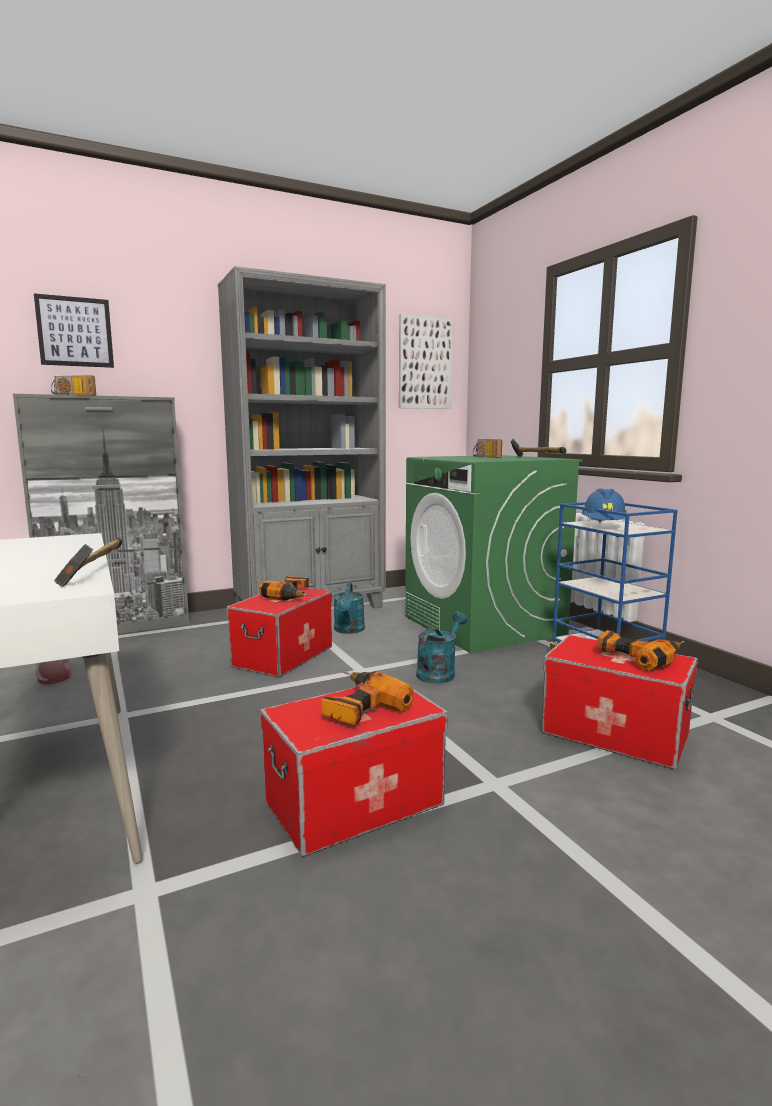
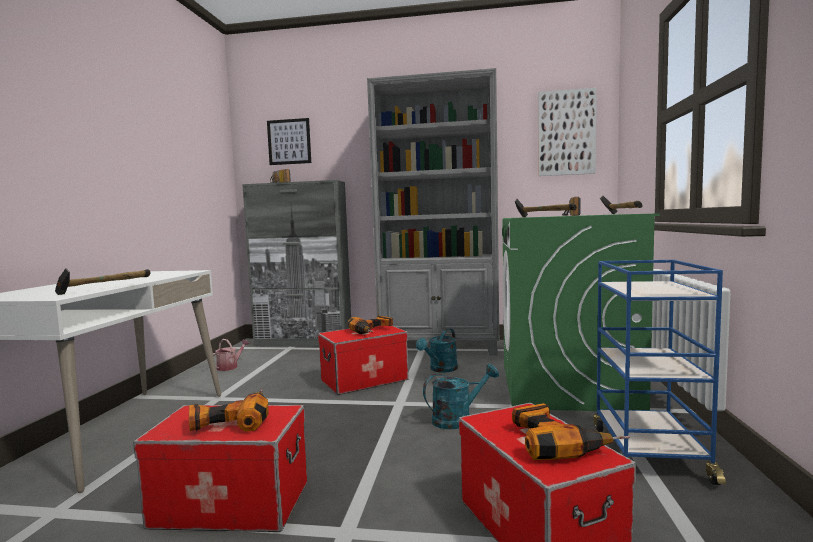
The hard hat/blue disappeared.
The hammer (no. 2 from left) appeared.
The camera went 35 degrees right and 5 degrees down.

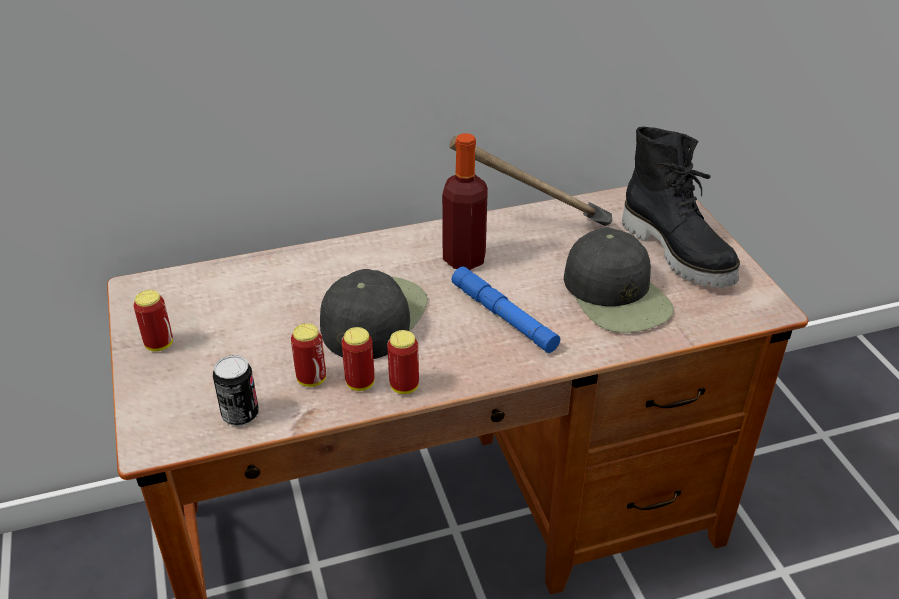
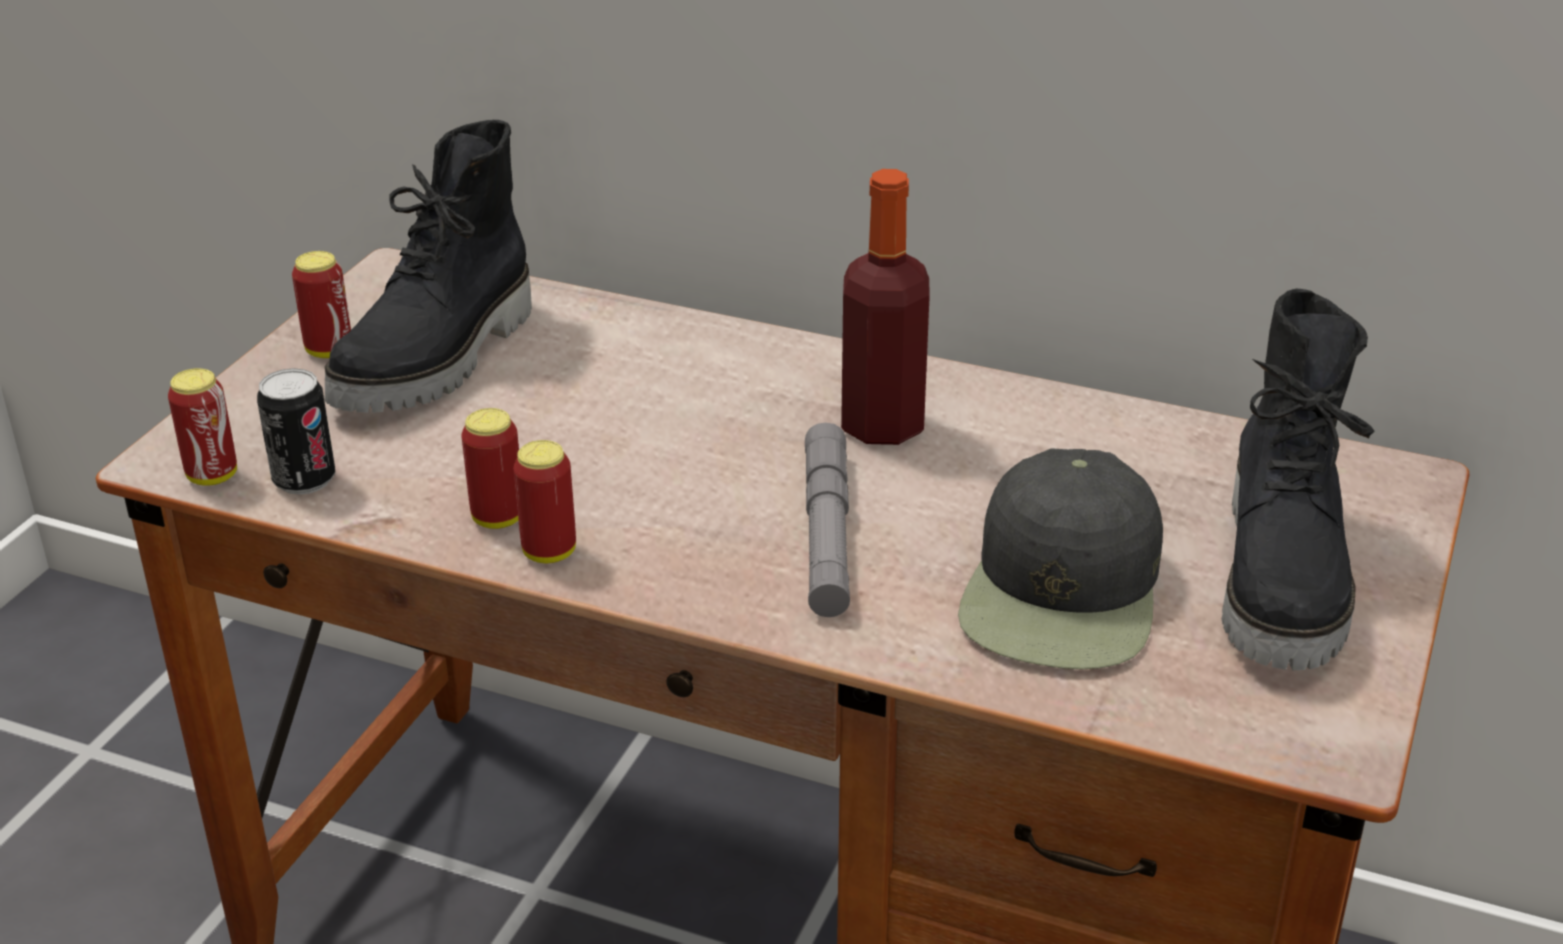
The peaked cap/black-coloured (no. 1 from left) disappeared.
The hammer disappeared.
The boot/black-coloured (no. 1 from left) appeared.
The can (no. 3 from left in the first image) moved.
The hand torch/blue became the hand torch/grey.
The camera went 40 degrees right and 5 degrees down.

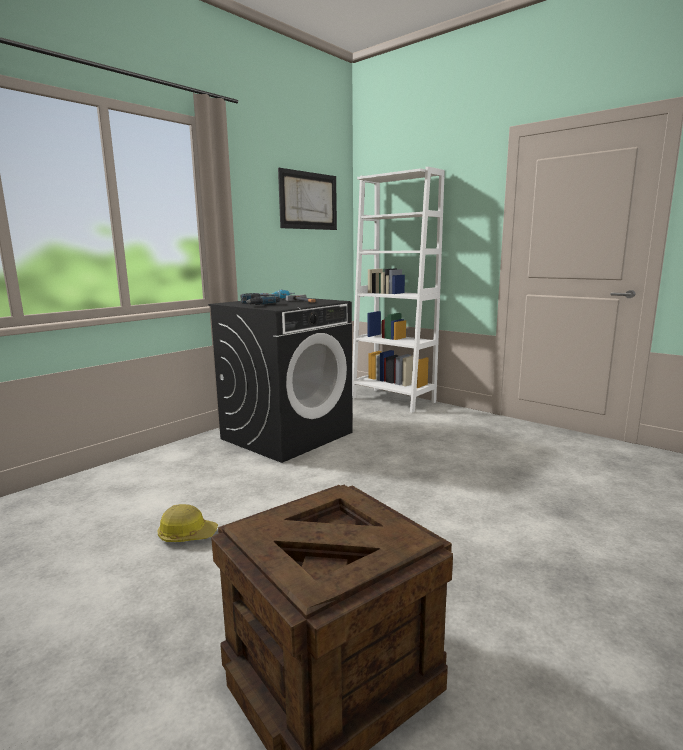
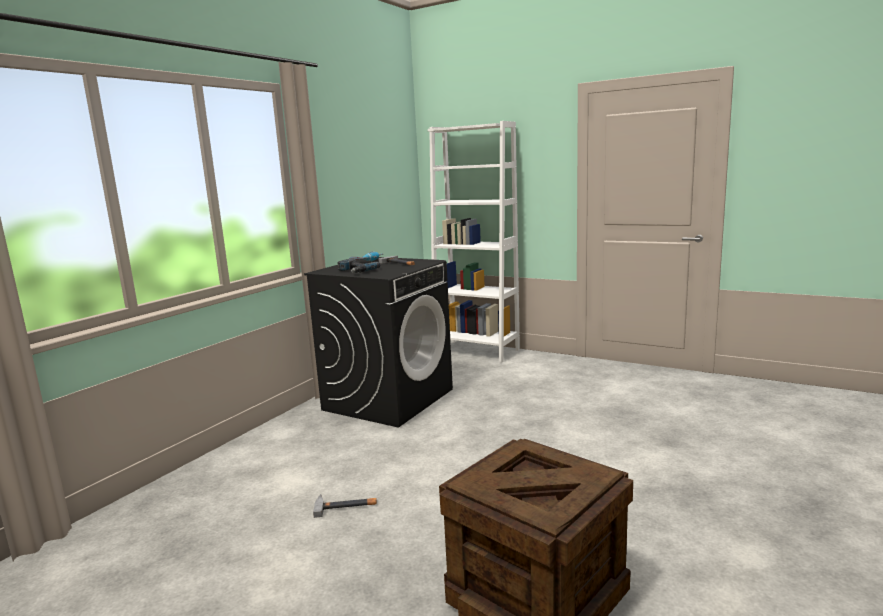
The wall picture disappeared.
The hard hat was replaced by the hammer (no. 1 from left).
The camera went 10 degrees left and 0 degrees up.

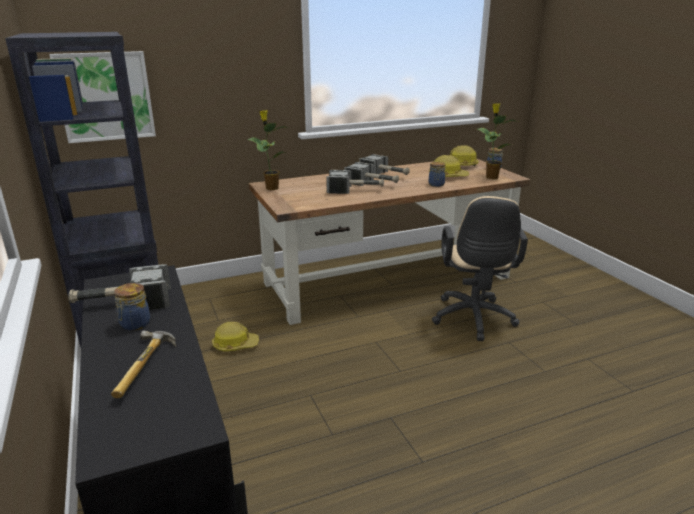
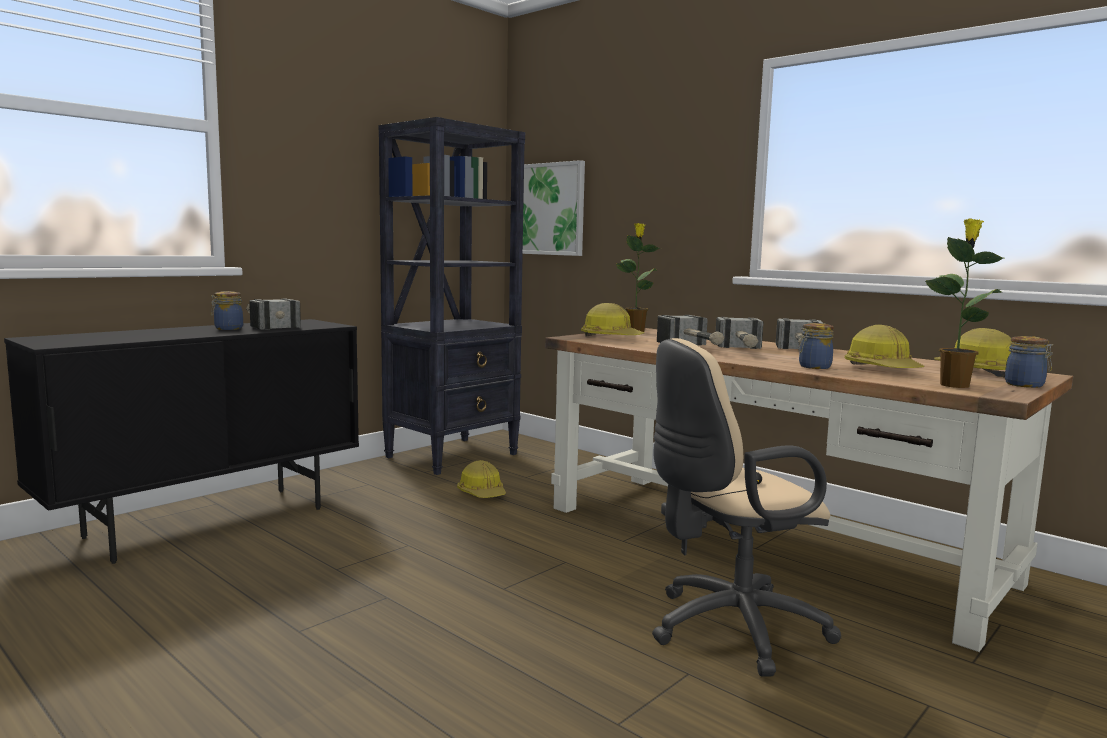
The hammer (no. 2 from left) disappeared.
The hard hat (no. 2 from left) appeared.
The camera went 65 degrees right and 15 degrees down.

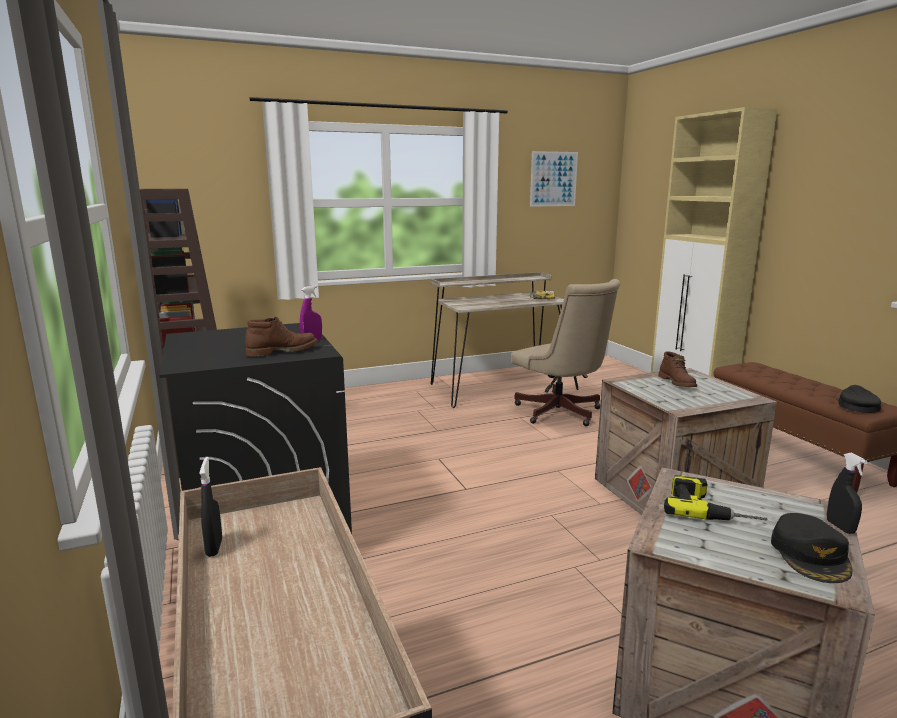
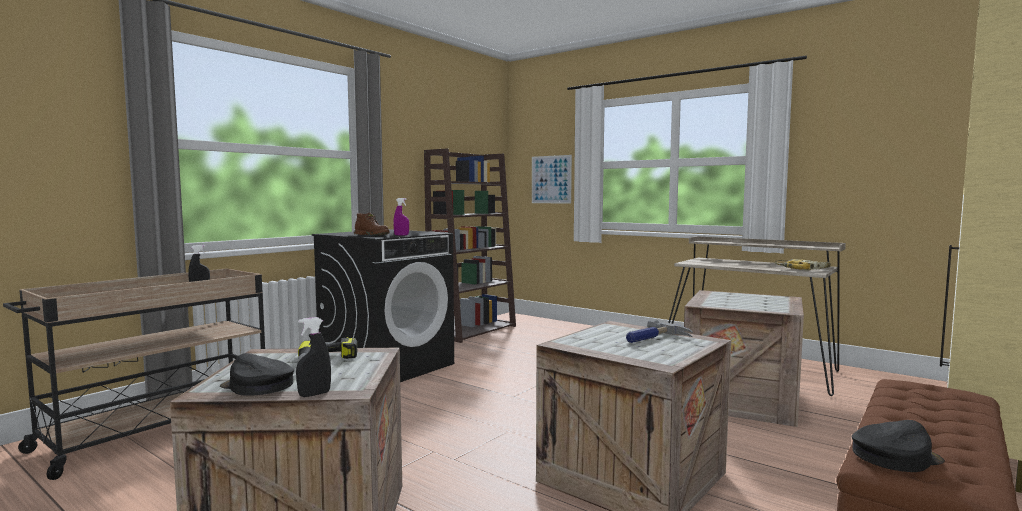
The wall picture moved.
The desk chair/sand-coloured was replaced by the packing crate (no. 3 from left).
The boot/brown-coloured (no. 2 from left) was replaced by the hammer.
The peaked cap/black-coloured (no. 1 from left) turned 45 degrees clockwise.
The camera went 60 degrees right and 10 degrees down.

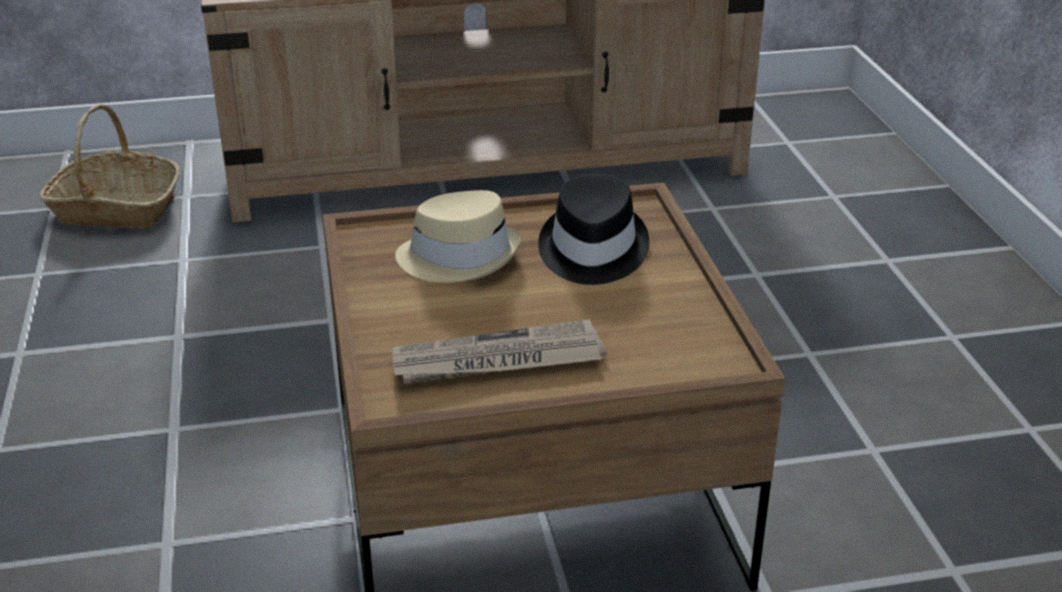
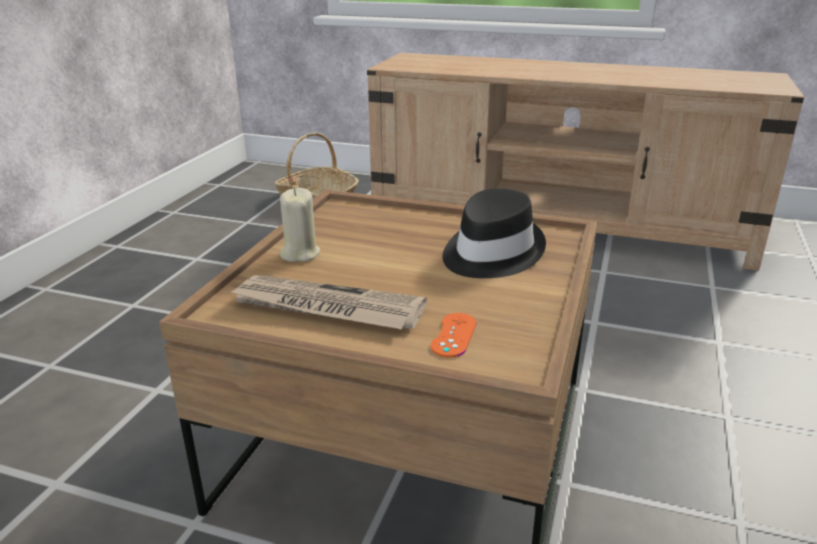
The wearable hat/sand-coloured disappeared.
The candle/sand-coloured appeared.
The joypad/orange appeared.
The camera went 30 degrees right and 5 degrees down.

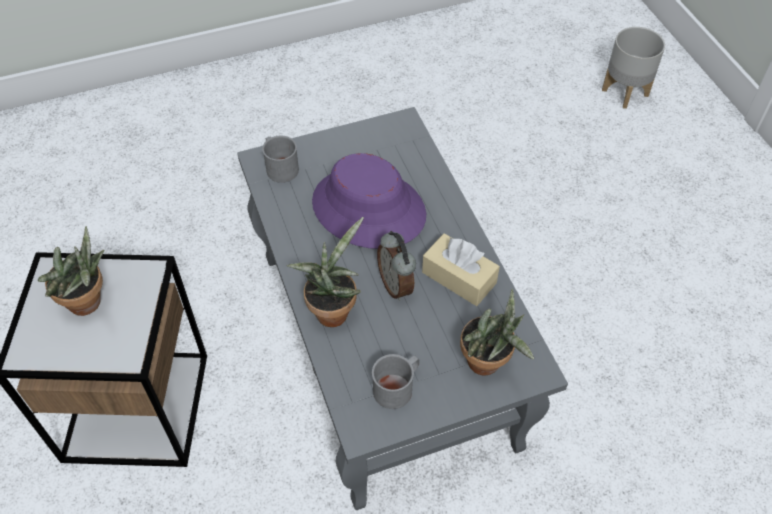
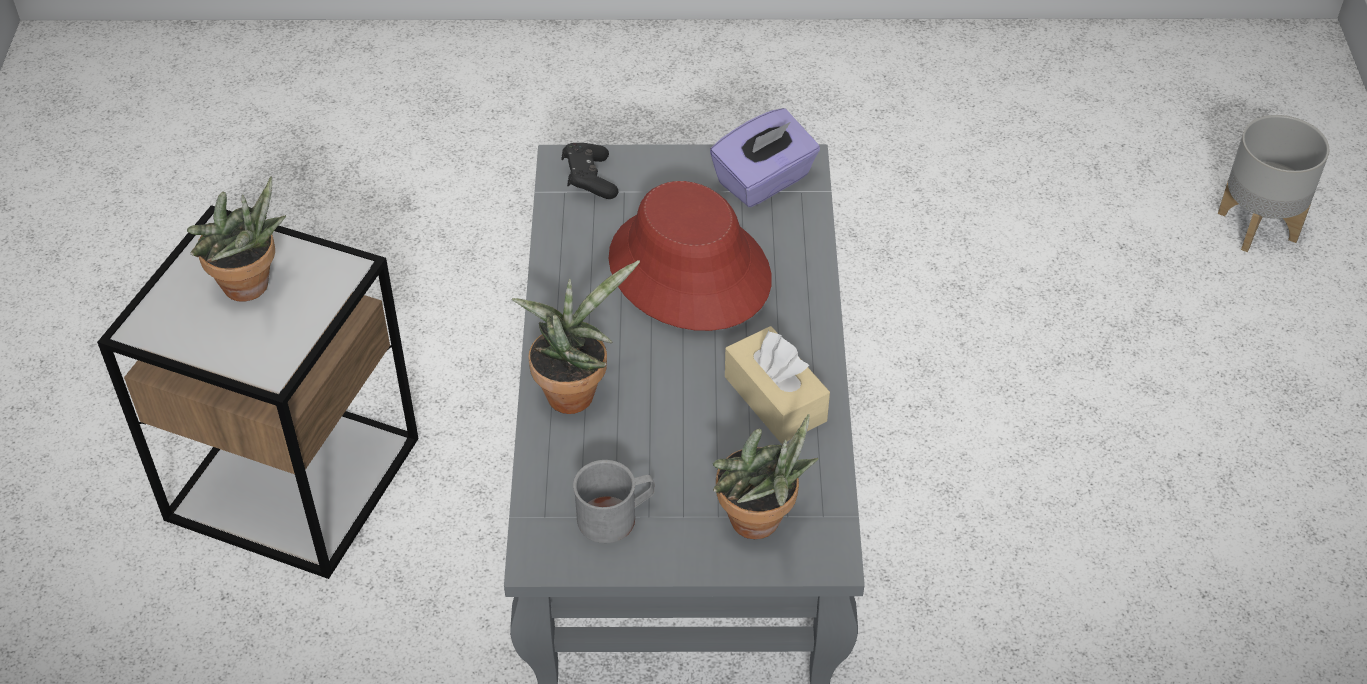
The alarm clock disappeared.
The box of tissues/purple appeared.
The coffee mug/grey (no. 1 from left) was replaced by the joypad/black-coloured.
The wearable hat/purple became the wearable hat/reddish.
The camera went 20 degrees right and 5 degrees down.

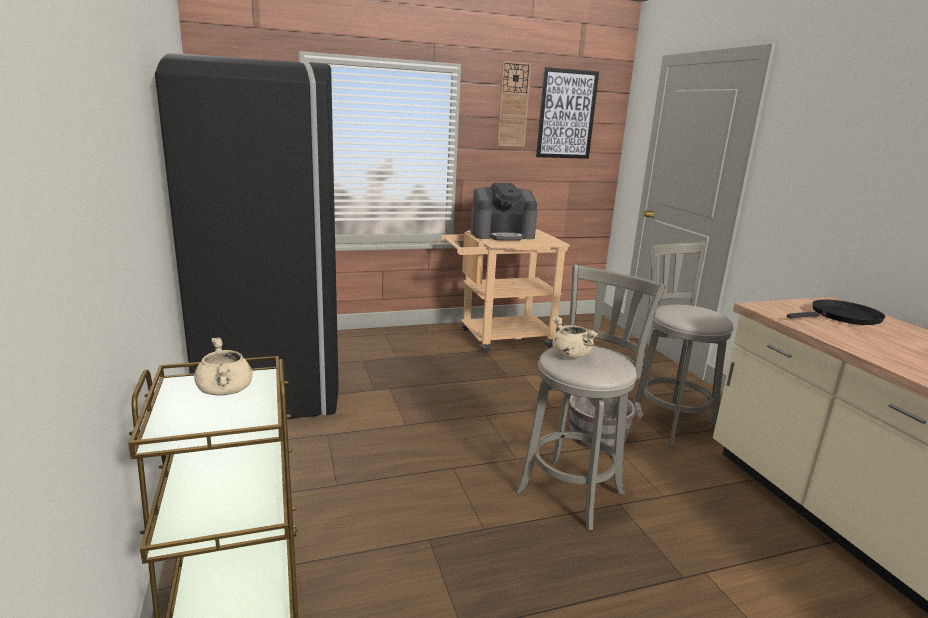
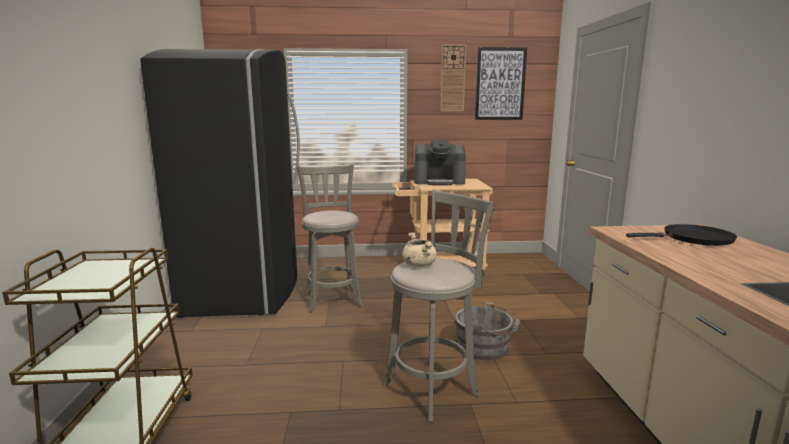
The cooking pot/sand-coloured (no. 1 from left) disappeared.
The stool/grey (no. 2 from left in the first image) moved.
The camera went 15 degrees right and 5 degrees down.

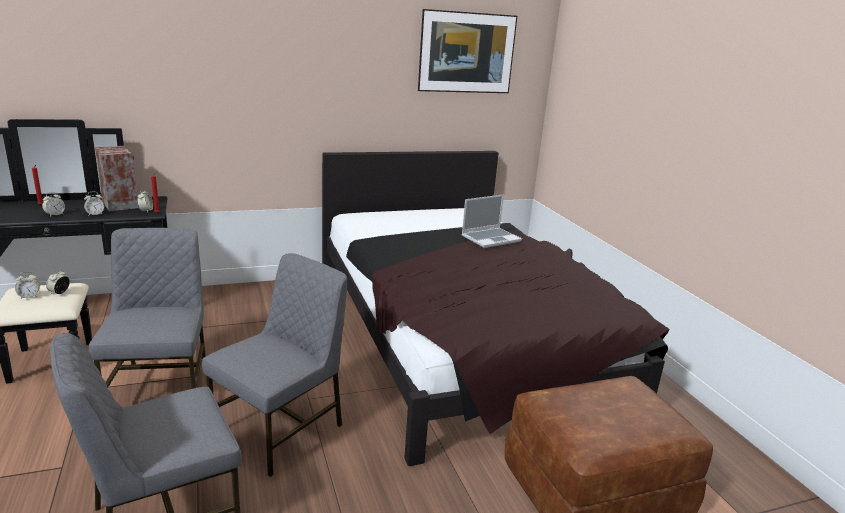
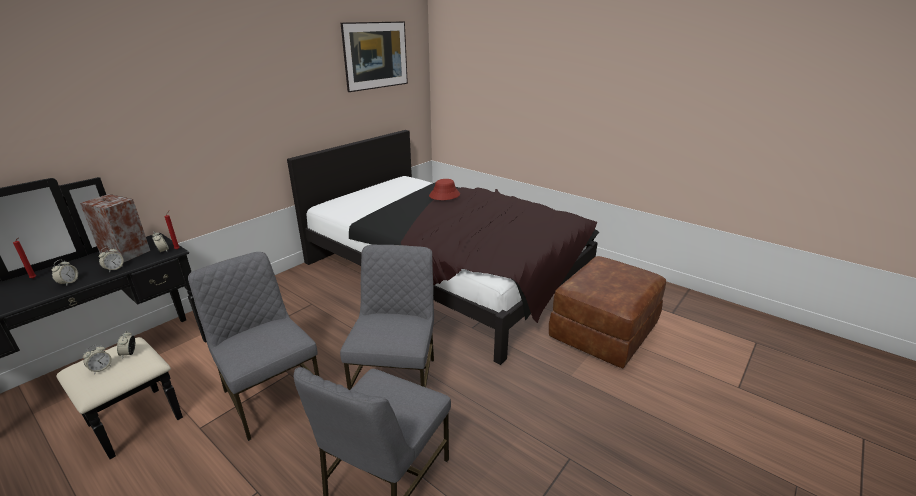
The laptop was replaced by the wearable hat/reddish.
The camera went 30 degrees left and 5 degrees up.

